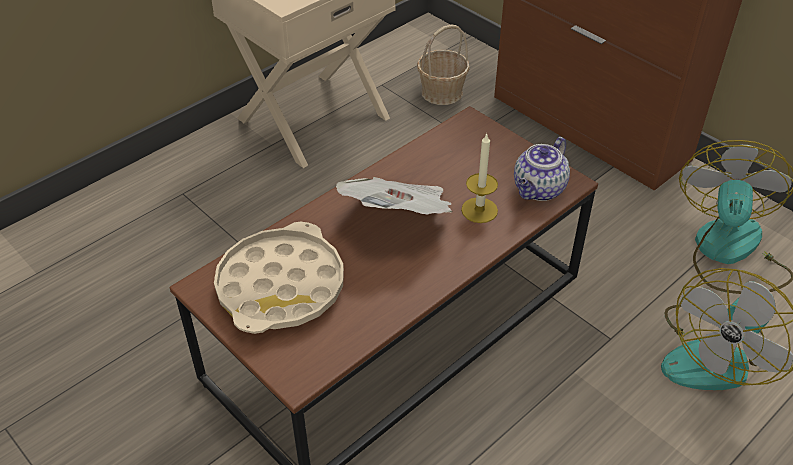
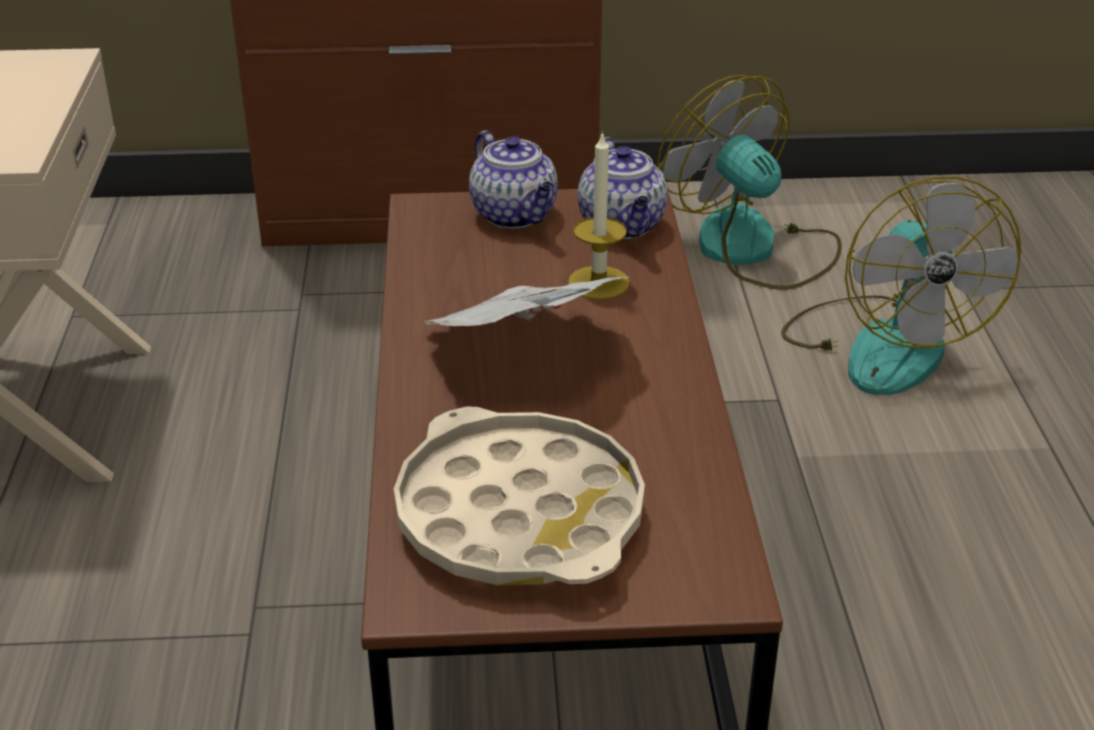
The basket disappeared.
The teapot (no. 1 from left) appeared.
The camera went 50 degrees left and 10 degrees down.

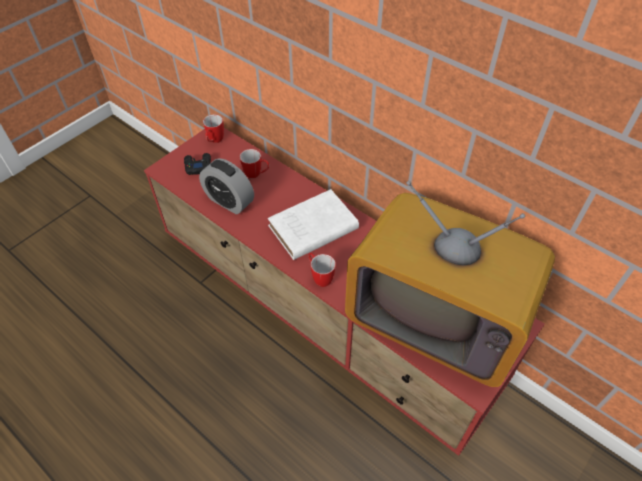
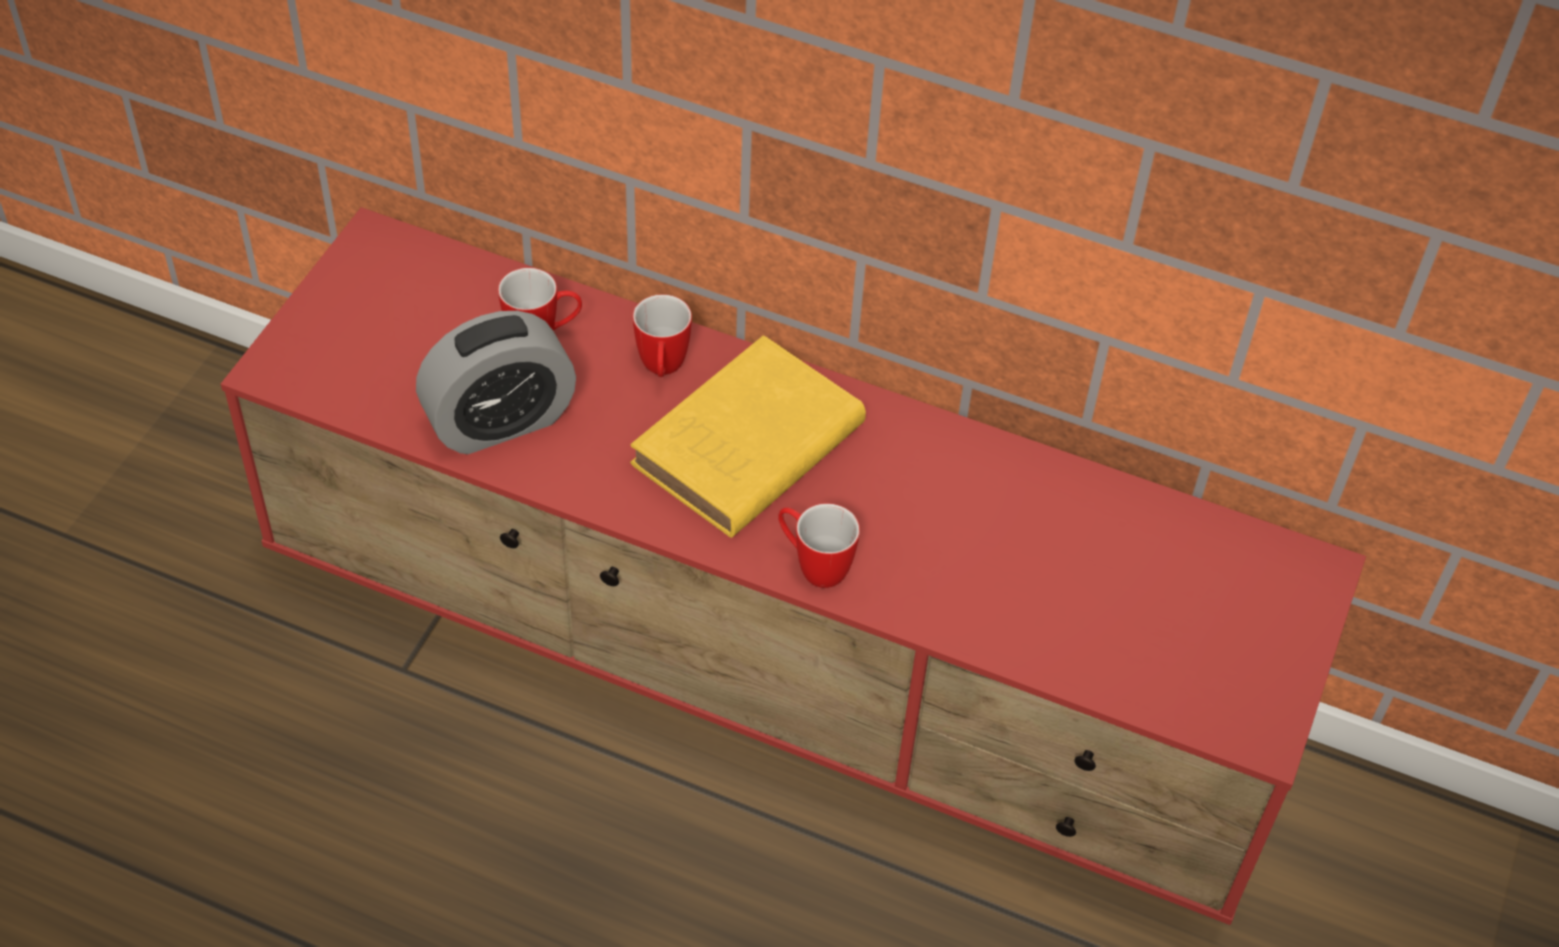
The joypad/black-coloured disappeared.
The TV disappeared.
The coffee mug (no. 1 from left in the first image) moved.
The book/white-coloured became the book/yellowish.
The alarm clock turned 45 degrees counterclockwise.
The camera went 20 degrees left and 0 degrees up.

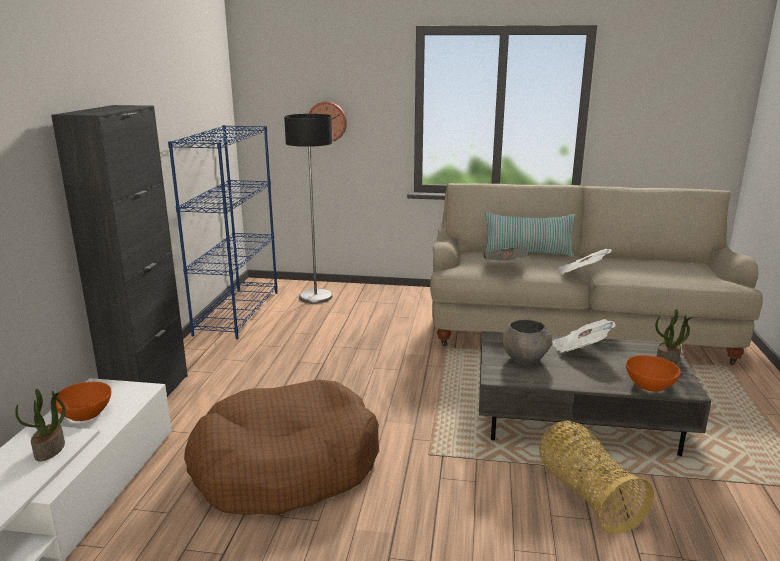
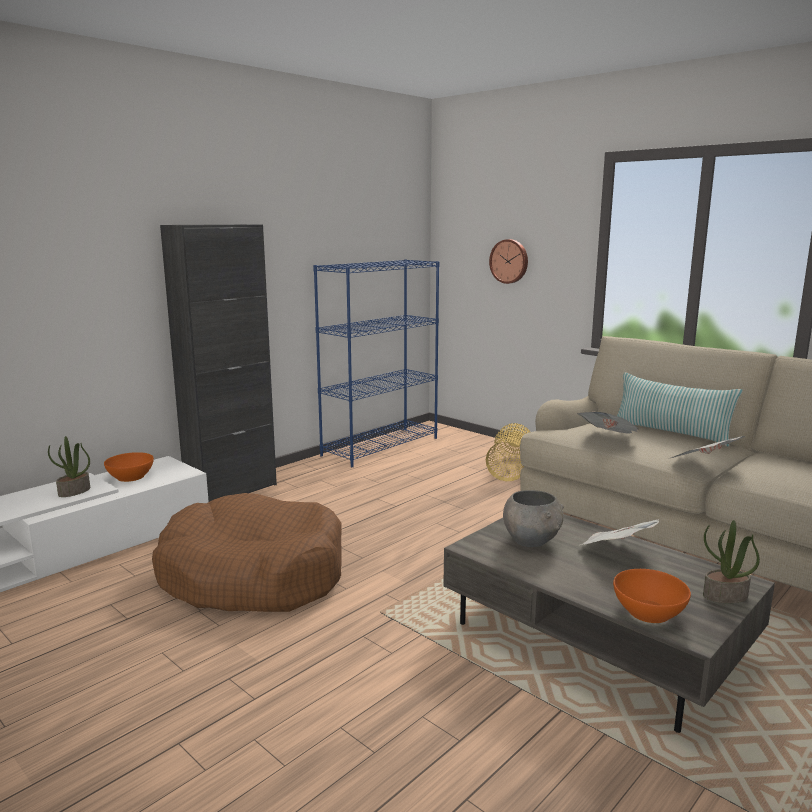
The floor lamp disappeared.
The basket moved.
The camera went 35 degrees right and 5 degrees down.

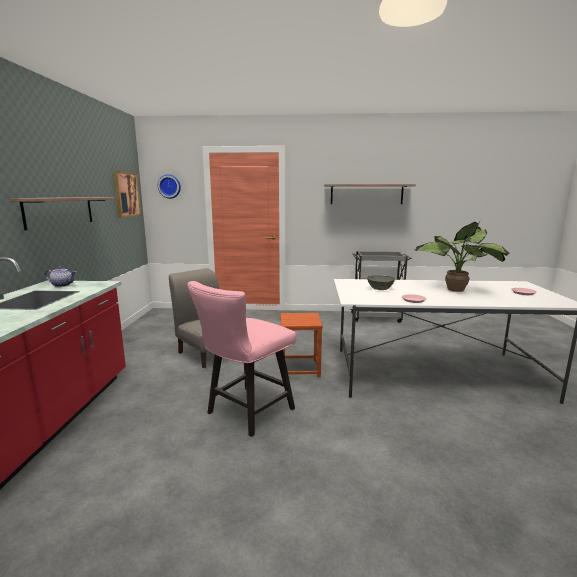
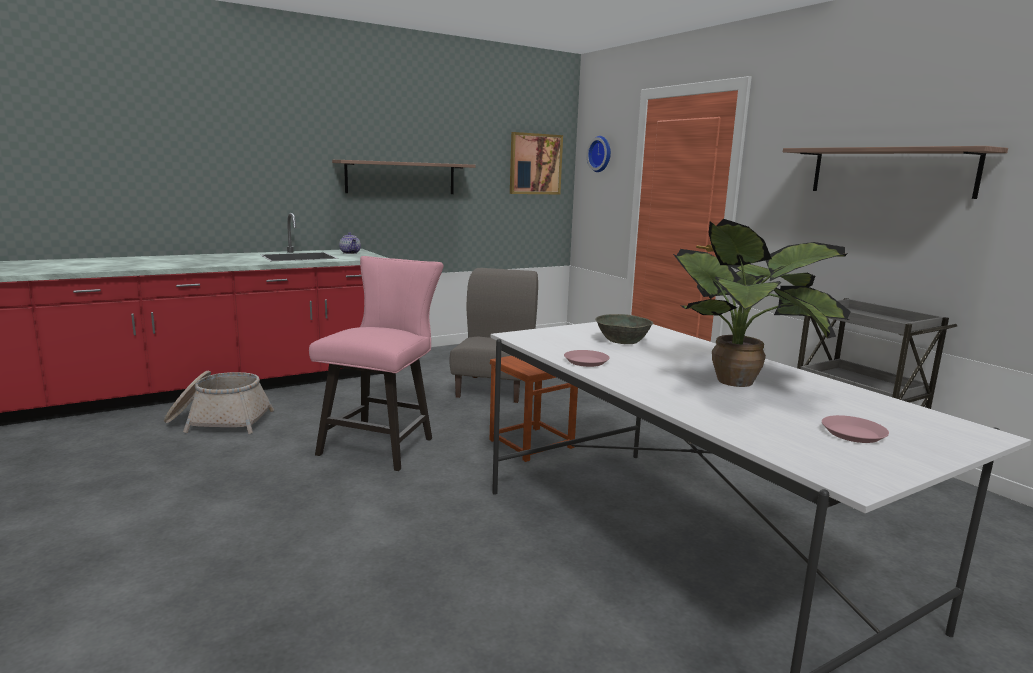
The basket appeared.
The chair/pink-coloured turned 105 degrees clockwise.
The camera went 55 degrees right and 0 degrees up.

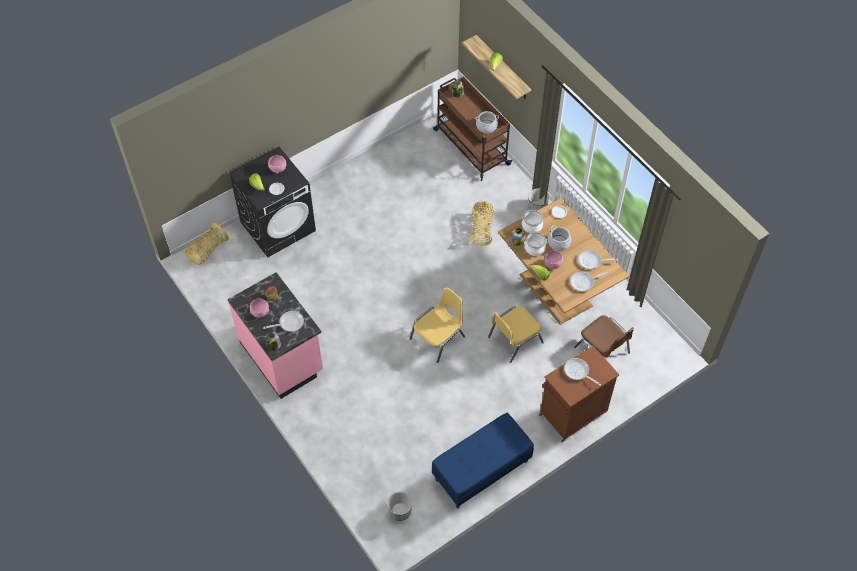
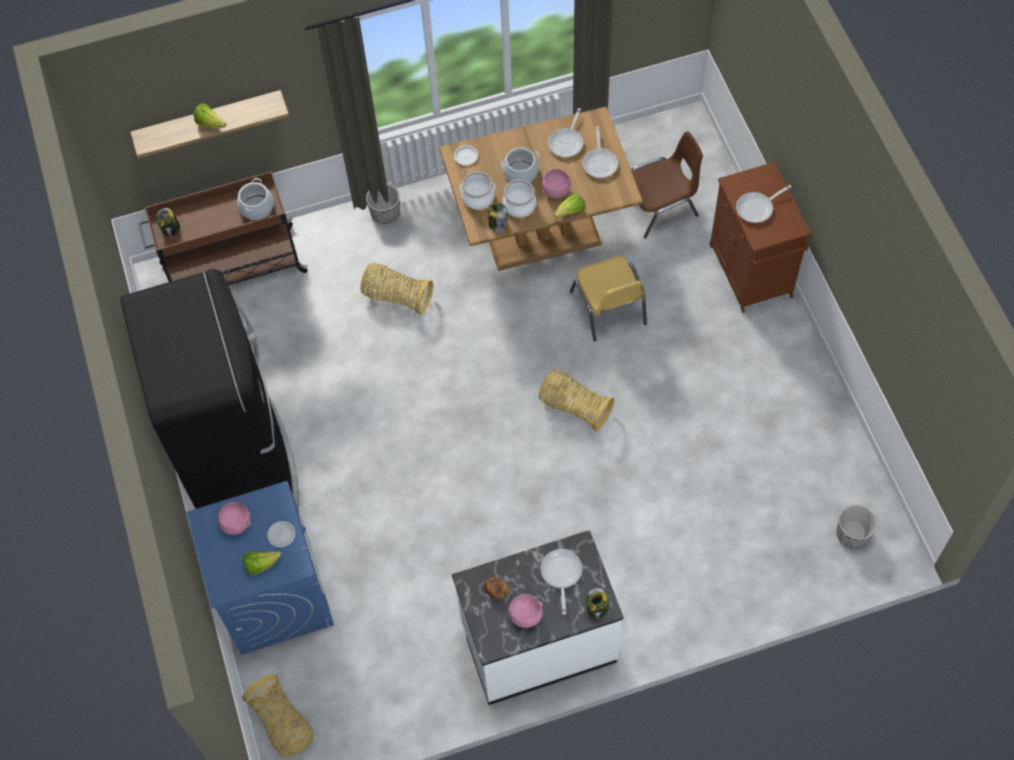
The indoor bench/blue disappeared.
The fridge/black-coloured appeared.
The chair/yellowish (no. 1 from left) was replaced by the basket (no. 3 from left).
The kitchen counter/pink-coloured became the kitchen counter/white-coloured.
The laundry machine/black-coloured became the laundry machine/blue.
The camera went 70 degrees left and 5 degrees up.

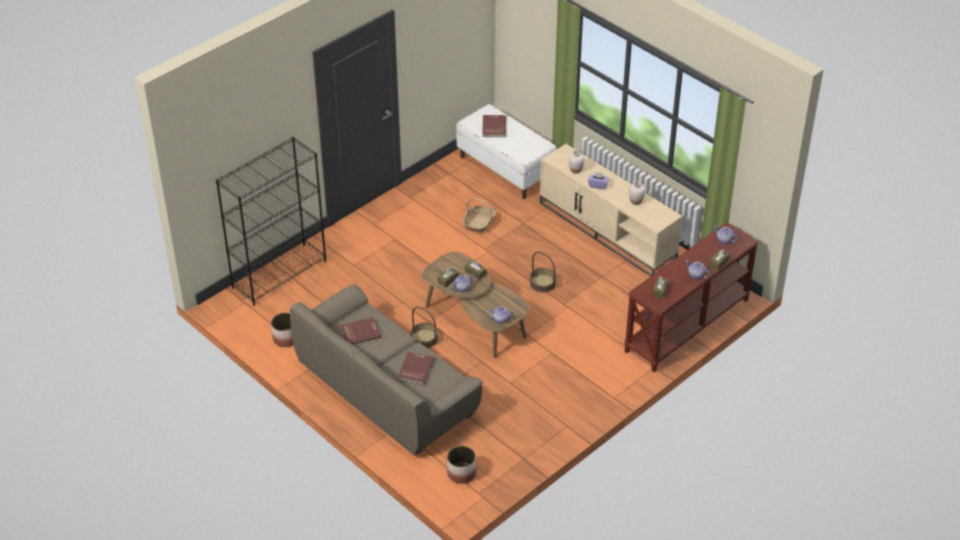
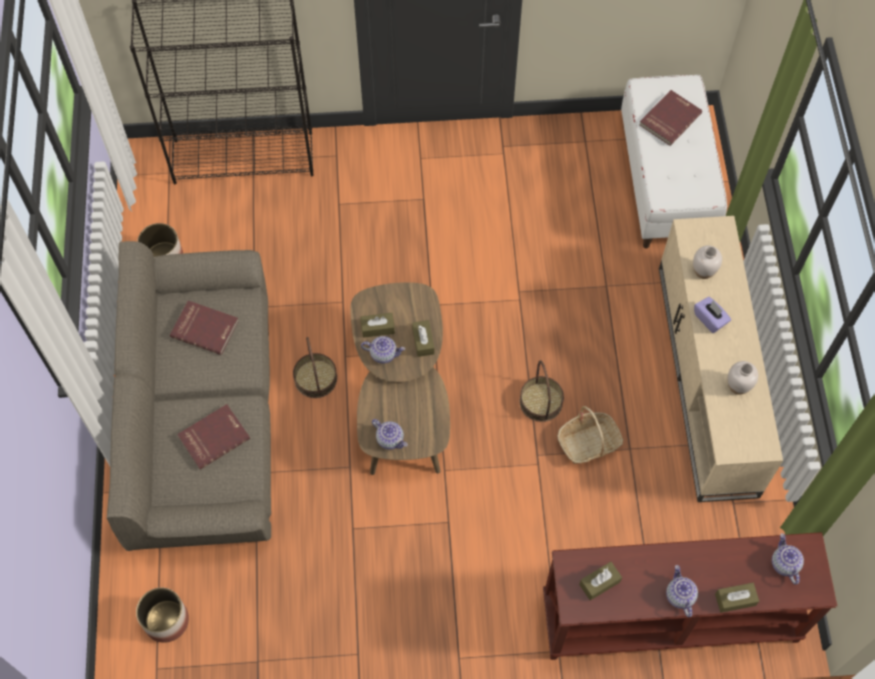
The basket (no. 2 from left in the first image) moved.
The camera went 40 degrees right and 20 degrees up.

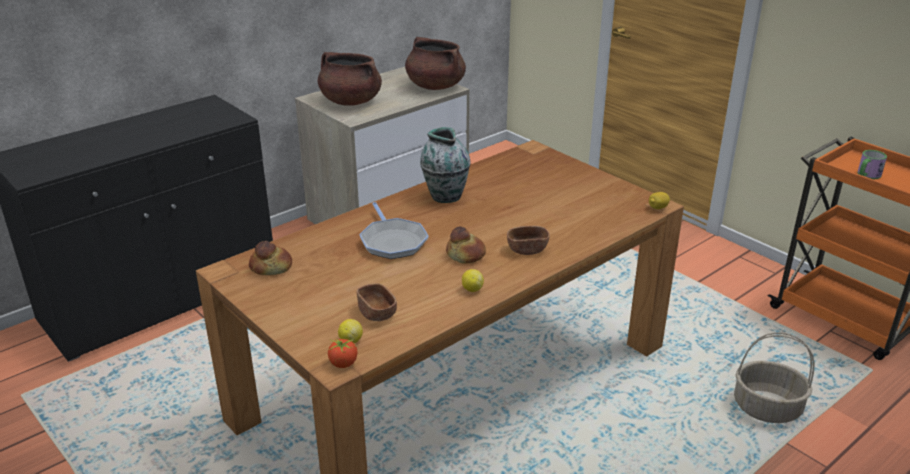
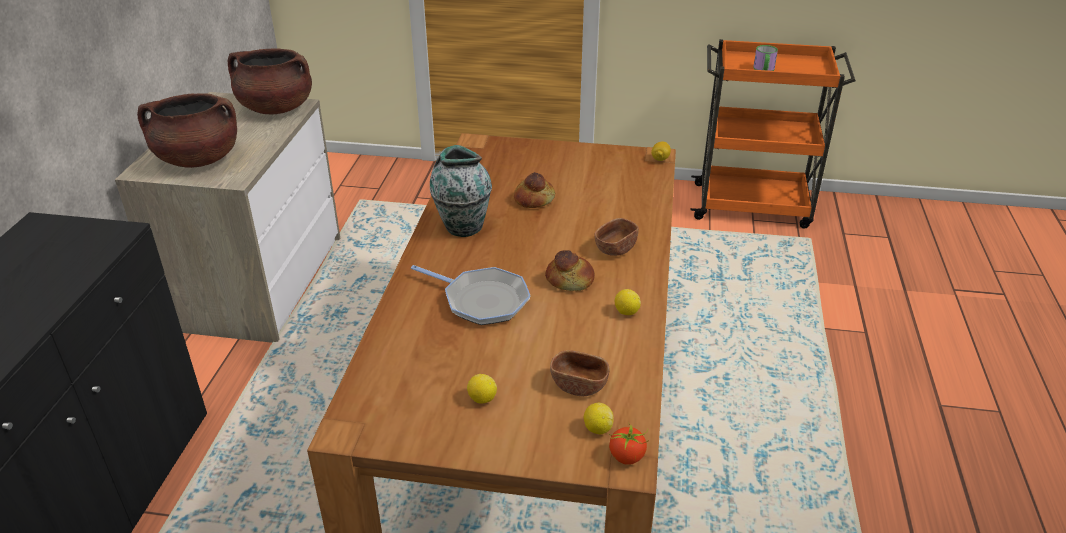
The basket disappeared.
The lemon (no. 1 from left) appeared.
The bakery bread (no. 1 from left) moved.
The camera went 40 degrees left and 5 degrees up.

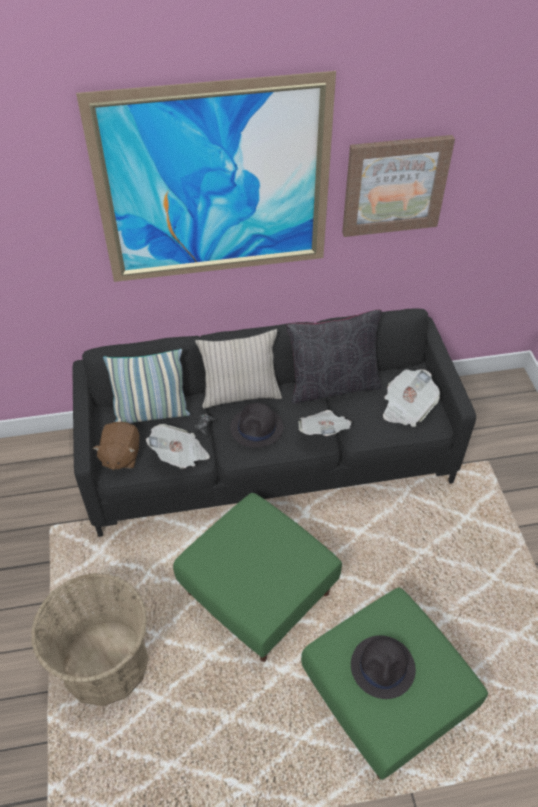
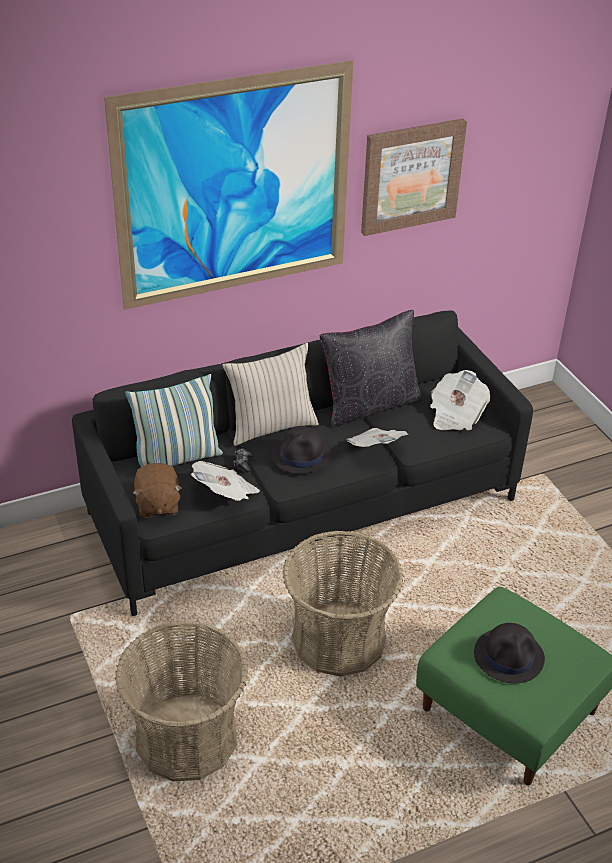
The pouffe/green-coloured (no. 1 from left) was replaced by the basket (no. 2 from left).
The camera went 15 degrees left and 10 degrees down.

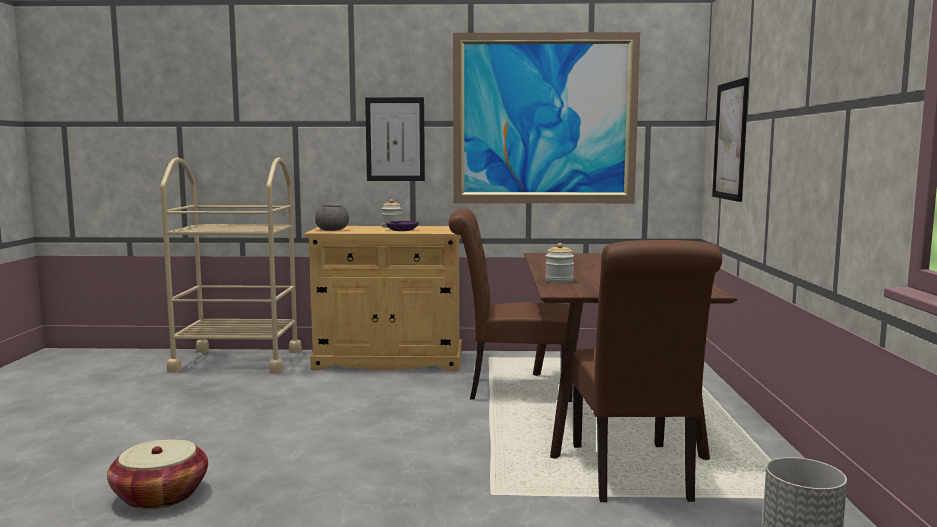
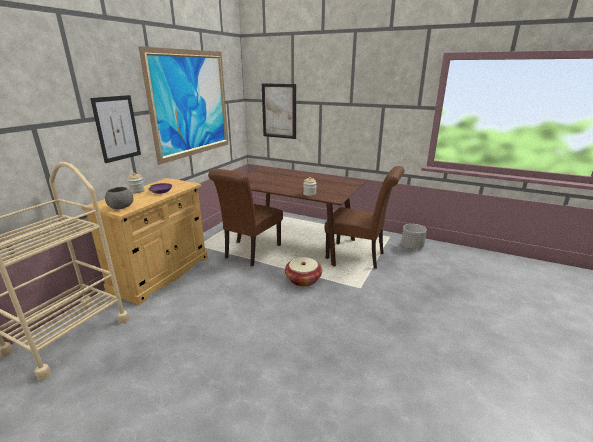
The basket moved.
The camera went 65 degrees left and 15 degrees up.

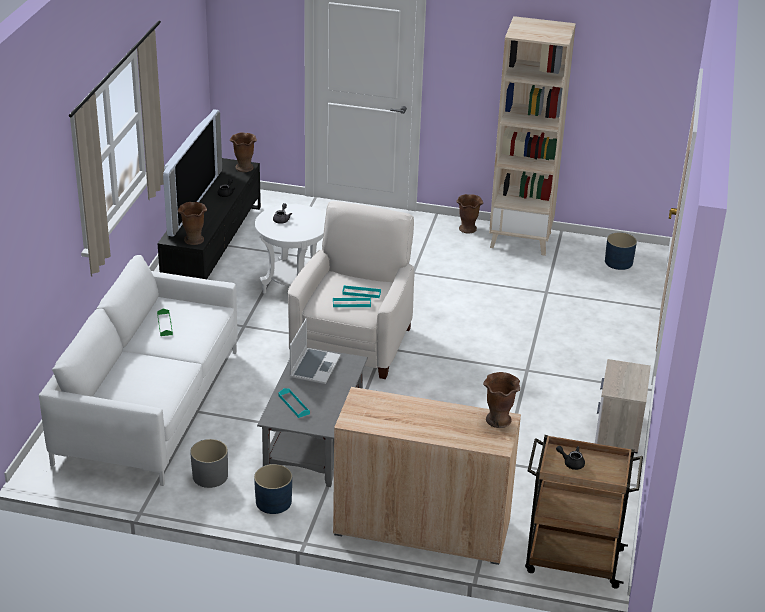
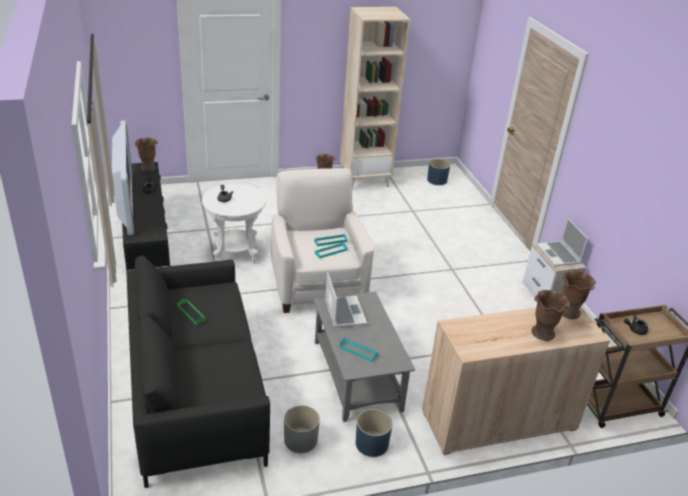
The laptop (no. 2 from left) appeared.
The vase/brown-coloured (no. 1 from left in the first image) moved.
The couch/white-coloured became the couch/black-coloured.
The camera went 30 degrees left and 0 degrees up.

